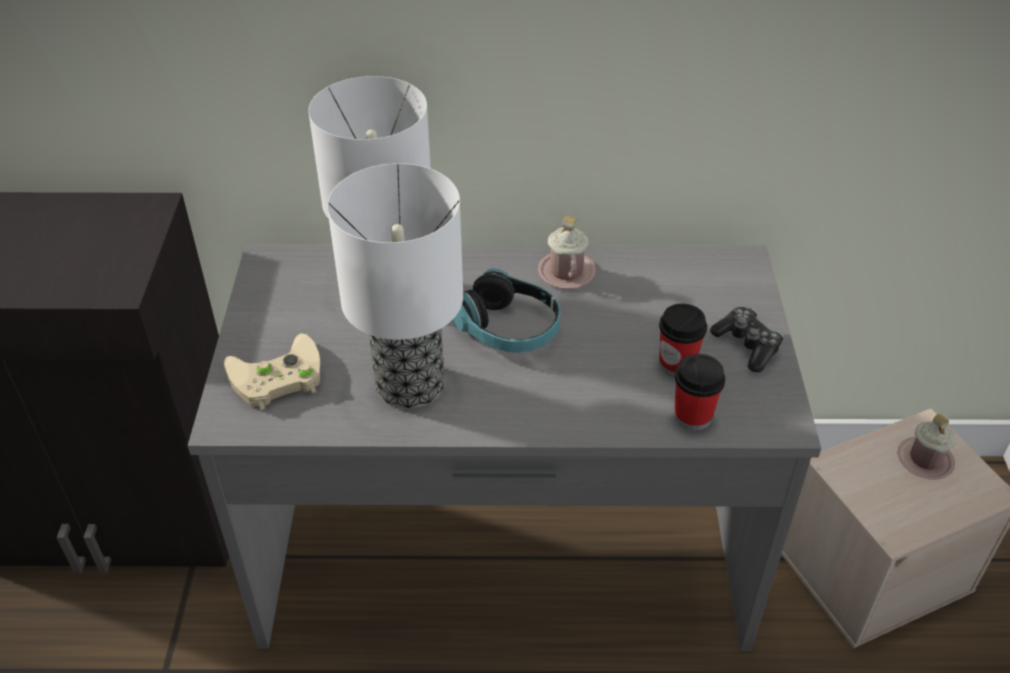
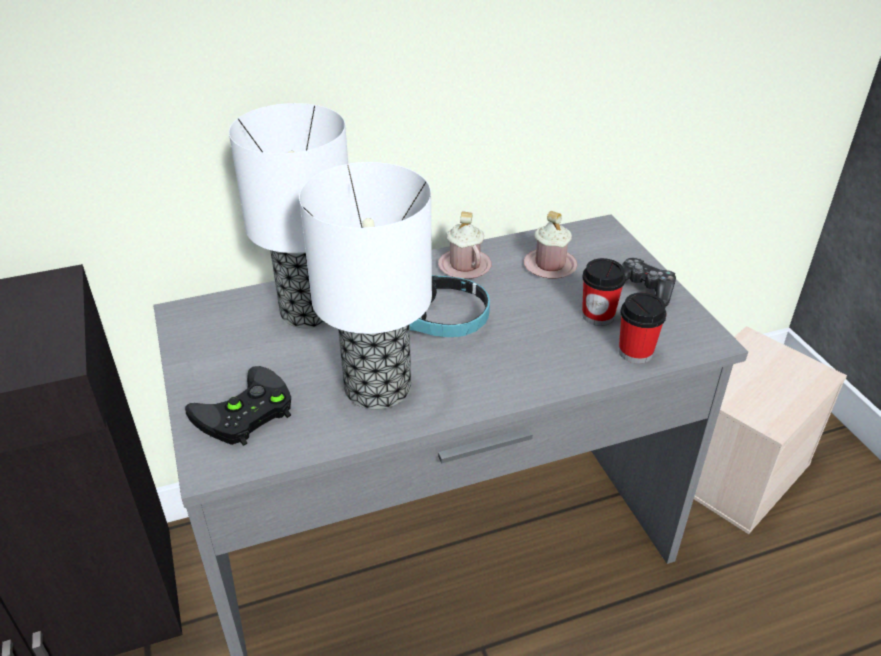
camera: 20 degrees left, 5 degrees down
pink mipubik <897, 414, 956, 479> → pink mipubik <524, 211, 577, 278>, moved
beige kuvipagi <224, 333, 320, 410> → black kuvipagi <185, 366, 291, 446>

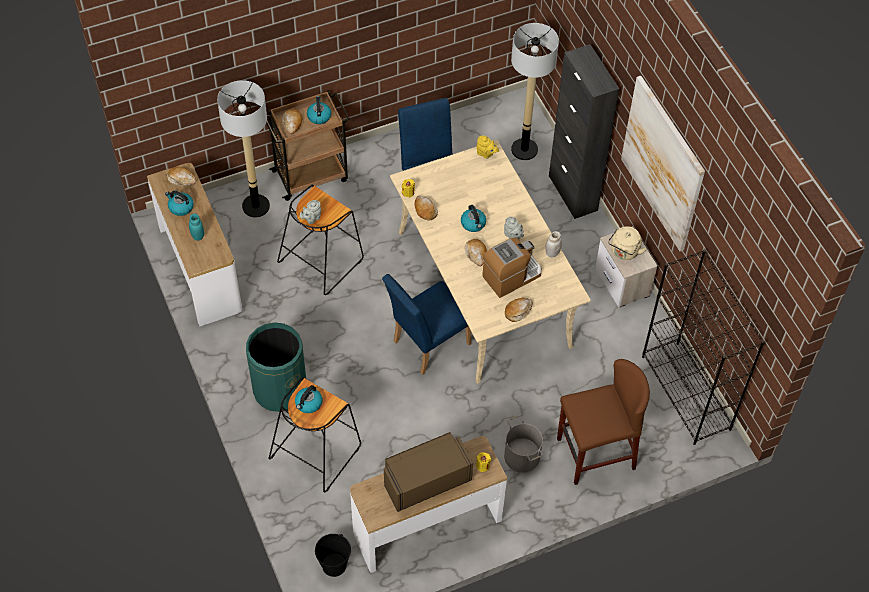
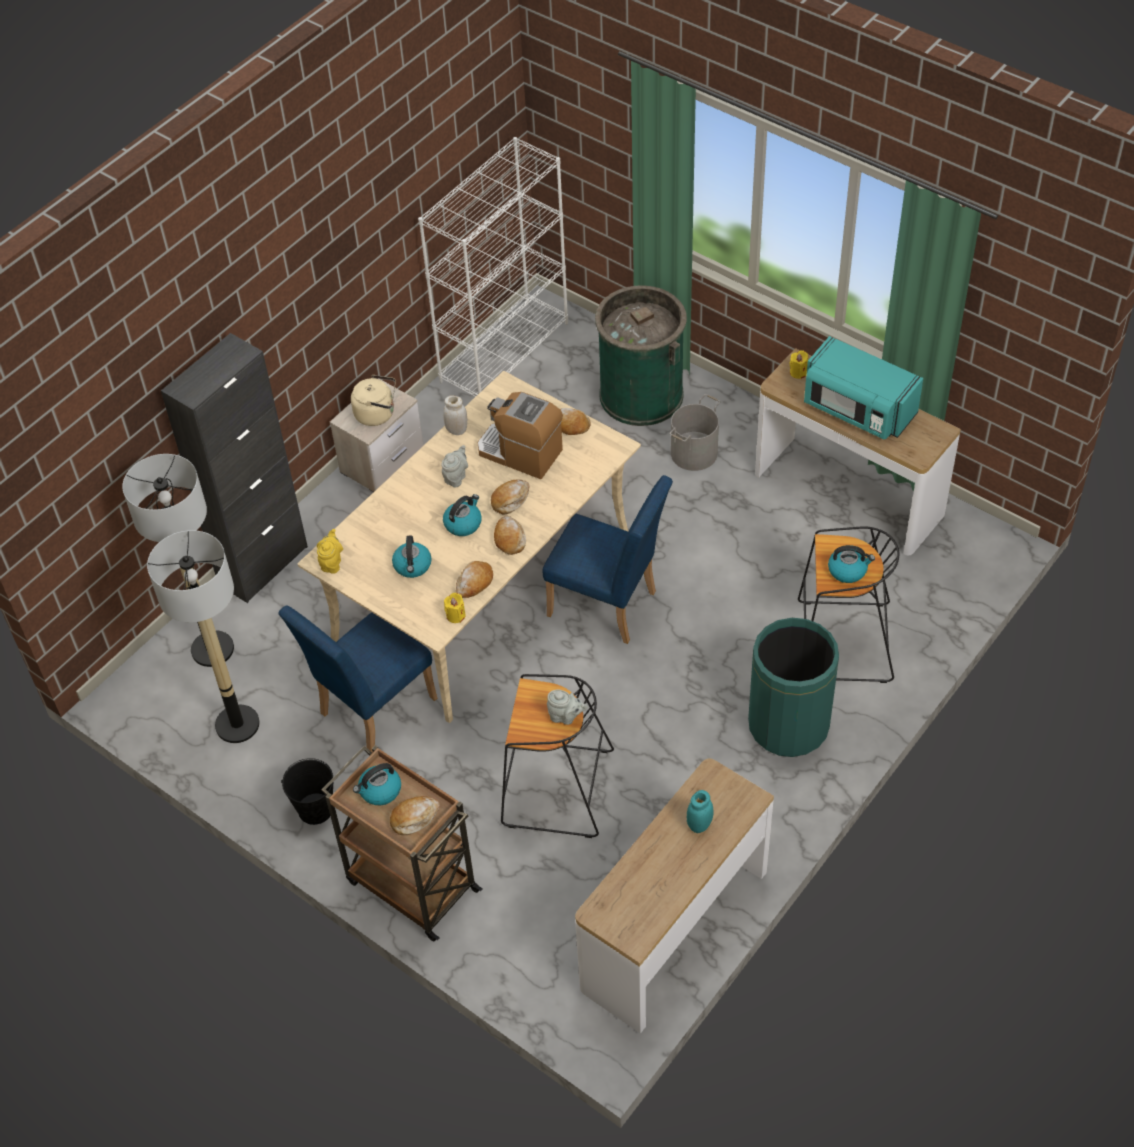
camera: 115 degrees left, 5 degrees down
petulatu <621, 76, 705, 251> → -
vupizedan <165, 191, 194, 216> → vupizedan <392, 535, 432, 578>, moved
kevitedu <167, 167, 196, 186> → kevitedu <494, 516, 526, 555>, moved
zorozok <217, 80, 270, 218> → zorozok <147, 530, 260, 743>, moved
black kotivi <315, 534, 351, 577> → black kotivi <281, 758, 334, 825>, moved
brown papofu <557, 359, 650, 485> → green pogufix <595, 285, 687, 426>
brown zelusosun <384, 432, 473, 512> → turquoise zelusosun <804, 336, 923, 439>
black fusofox <642, 250, 765, 445> → white fusofox <418, 137, 568, 397>

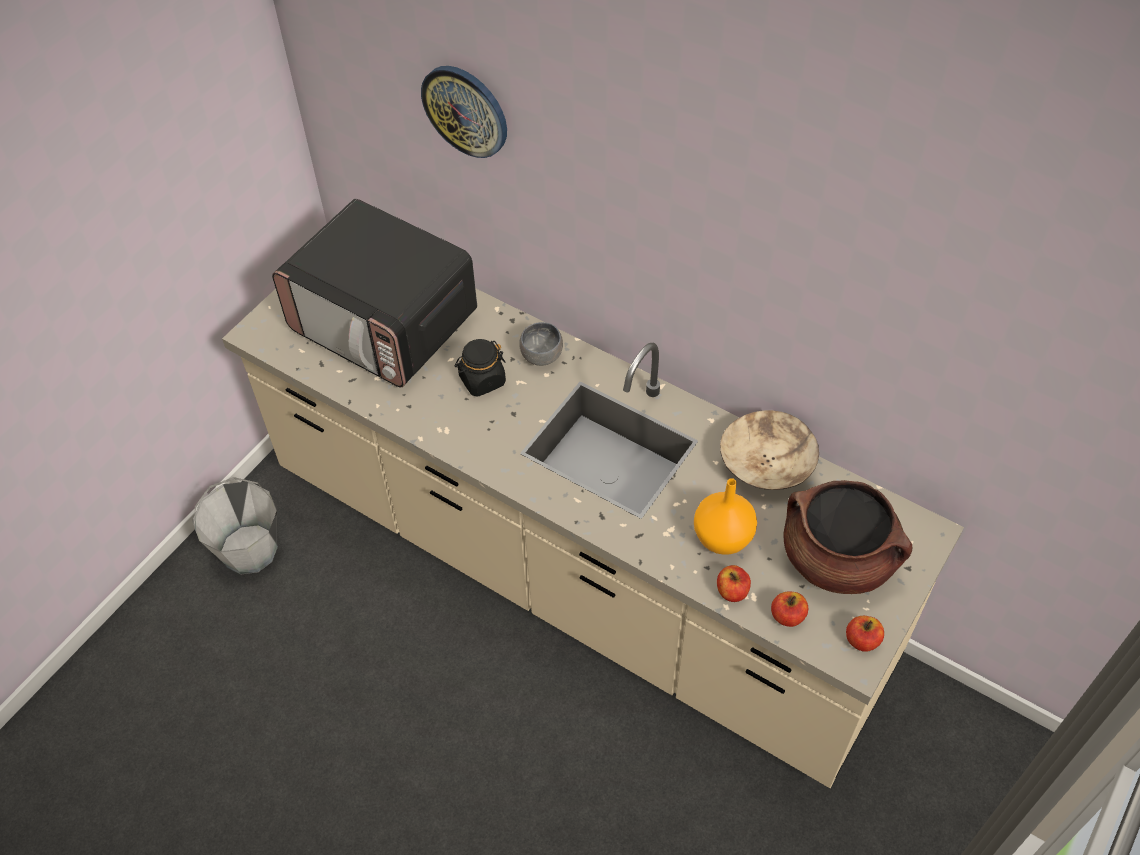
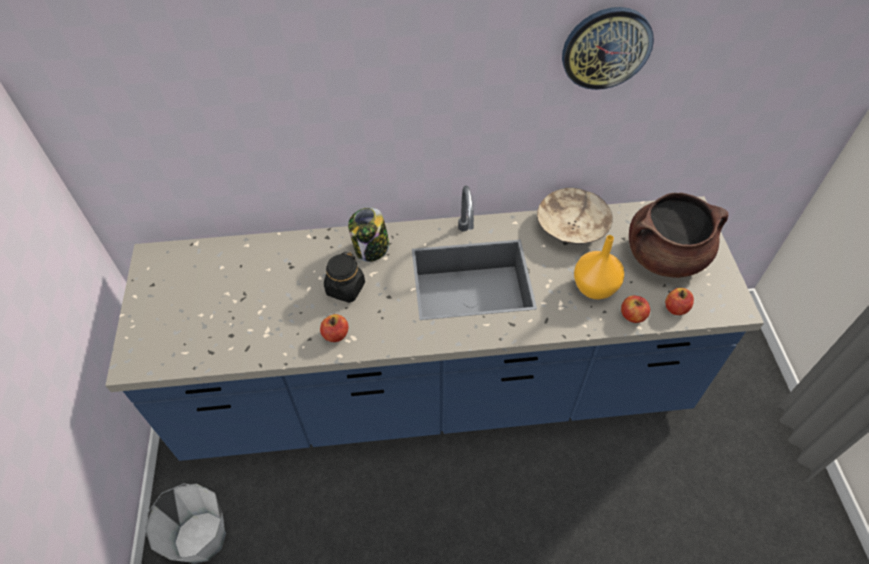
camera: 40 degrees left, 0 degrees up
zelusosun <272, 199, 477, 387> → -
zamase <421, 66, 507, 158> → zamase <562, 7, 654, 90>, moved
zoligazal <846, 616, 884, 652> → zoligazal <320, 314, 348, 342>, moved
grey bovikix <519, 322, 563, 366> → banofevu <348, 207, 390, 262>
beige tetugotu <222, 288, 964, 788> → blue tetugotu <105, 186, 764, 461>

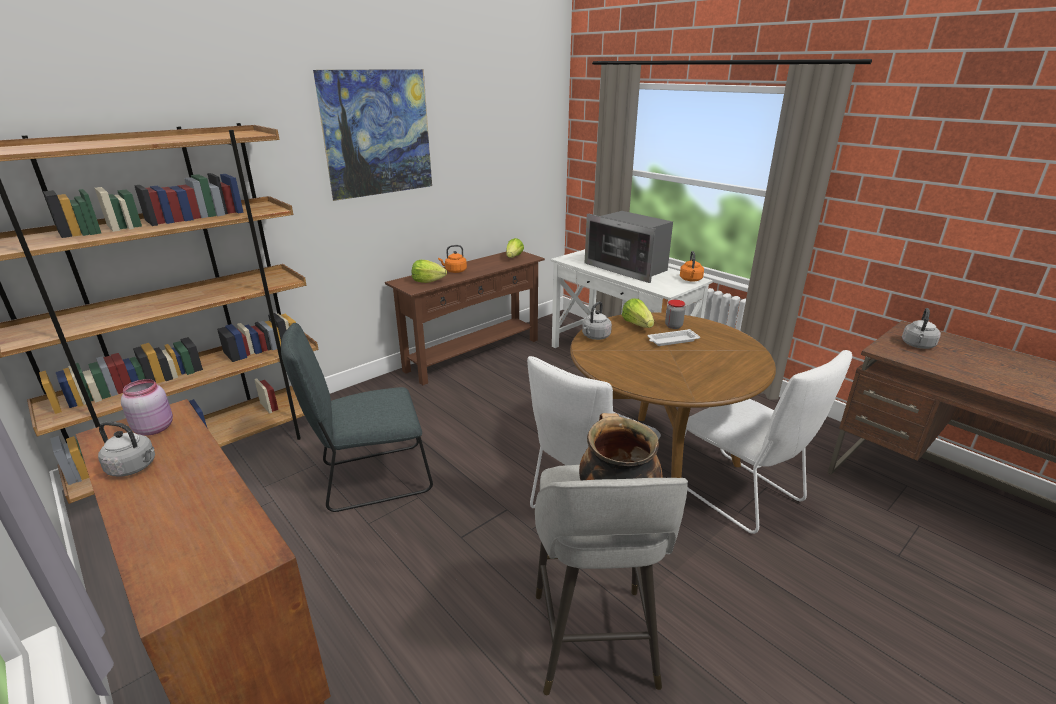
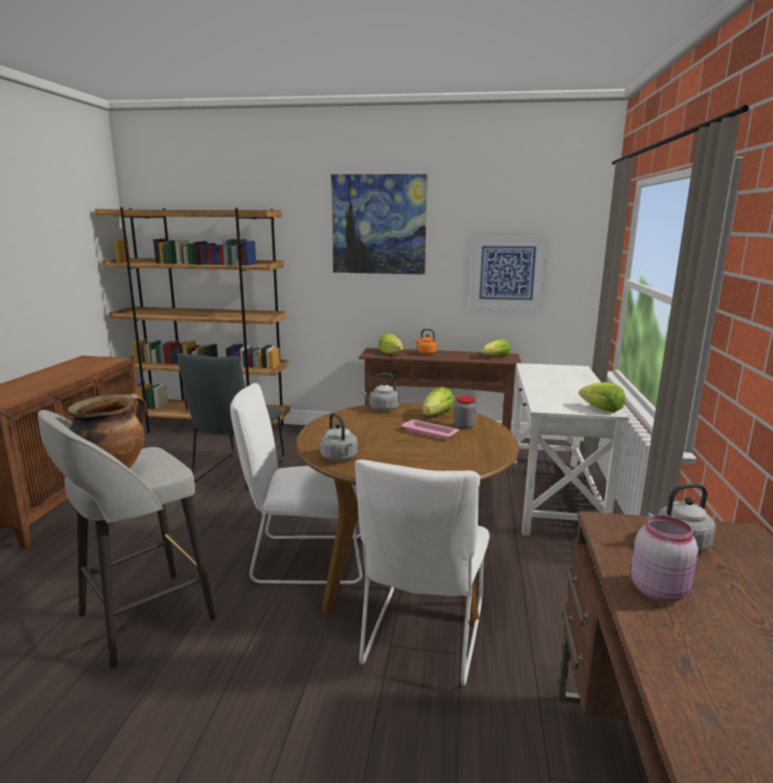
camera: 50 degrees right, 10 degrees down
zelusosun <585, 211, 673, 283> → -
- → petulatu <469, 235, 548, 310>
grey vupizedan <98, 422, 155, 476> → grey vupizedan <320, 413, 357, 461>, moved
pink banofevu <121, 379, 173, 436> → pink banofevu <631, 515, 698, 602>, moved
orange vupizedan <680, 251, 704, 281> → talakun <579, 382, 625, 412>
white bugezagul <648, 329, 700, 346> → pink bugezagul <401, 419, 459, 439>
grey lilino <281, 323, 433, 512> → grey lilino <177, 353, 284, 490>, 105 degrees counterclockwise

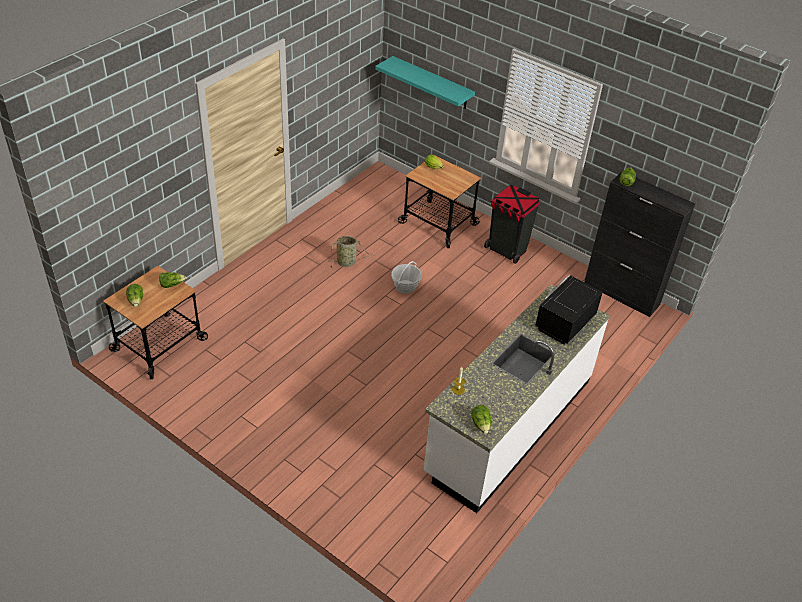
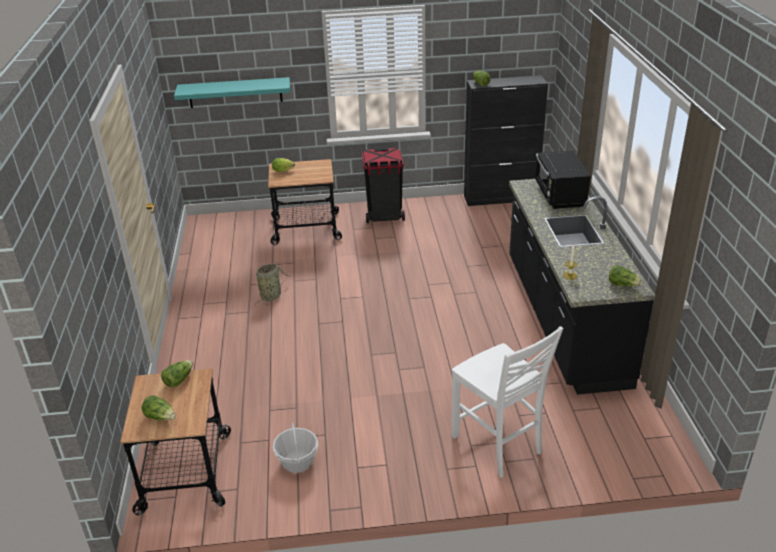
camera: 40 degrees left, 10 degrees down
- → white lilino <452, 326, 563, 478>
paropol <392, 261, 422, 294> → paropol <273, 422, 318, 473>, moved
white tetugotu <424, 284, 610, 513> → black tetugotu <509, 179, 655, 395>

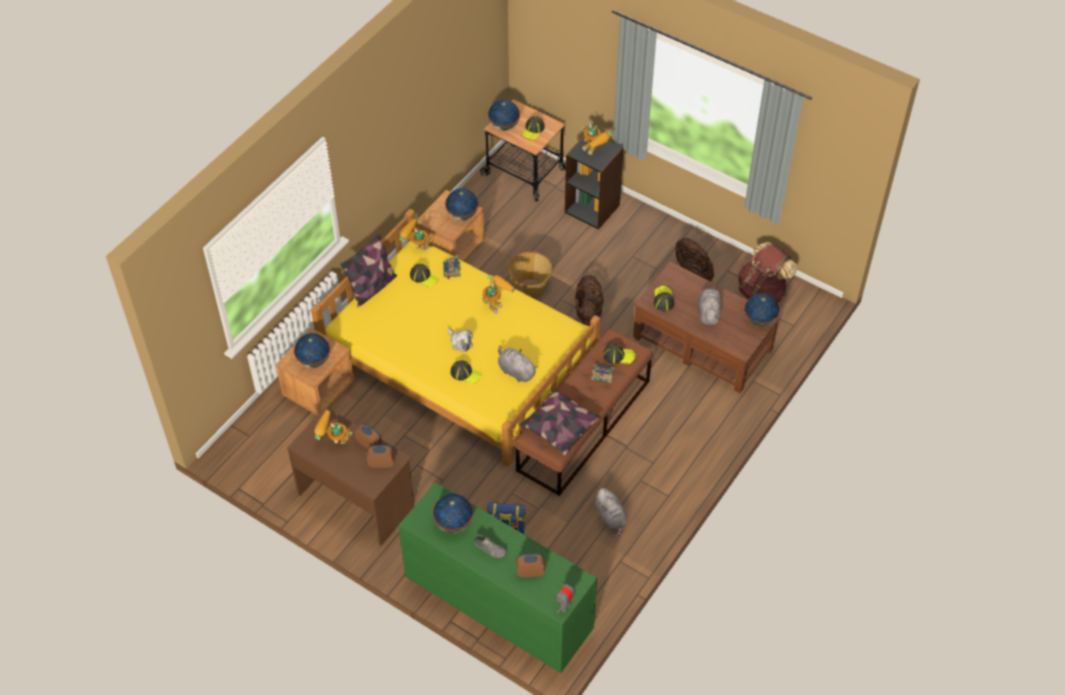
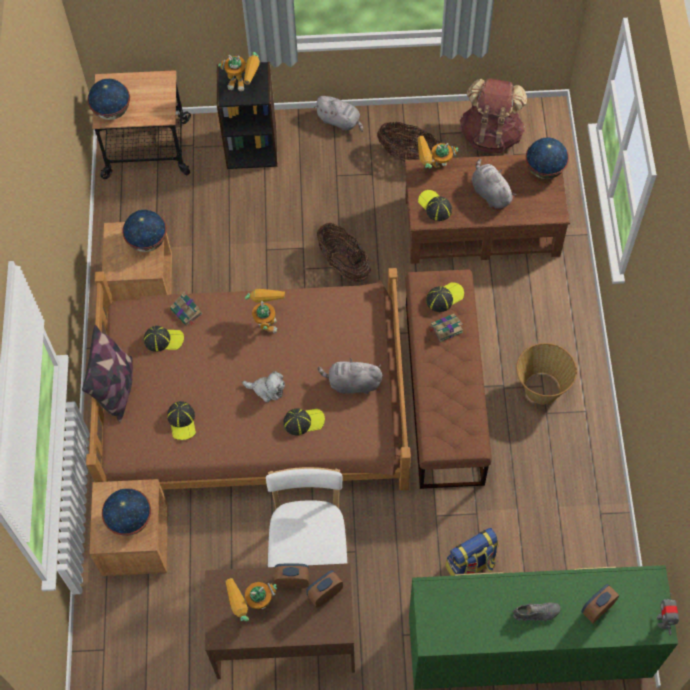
camera: 35 degrees left, 10 degrees up
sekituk <433, 494, 473, 533> → -
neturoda <519, 388, 601, 456> → -
- → white lilino <266, 467, 347, 567>
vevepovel <399, 218, 432, 251> → vevepovel <418, 136, 458, 168>, moved
paropol <507, 252, 553, 299> → paropol <516, 343, 577, 404>, moved
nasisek <521, 116, 545, 140> → nasisek <167, 401, 196, 440>, moved
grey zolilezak <595, 488, 627, 537> → grey zolilezak <314, 96, 364, 132>, moved
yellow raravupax <311, 209, 600, 467> → brown raravupax <86, 268, 411, 490>

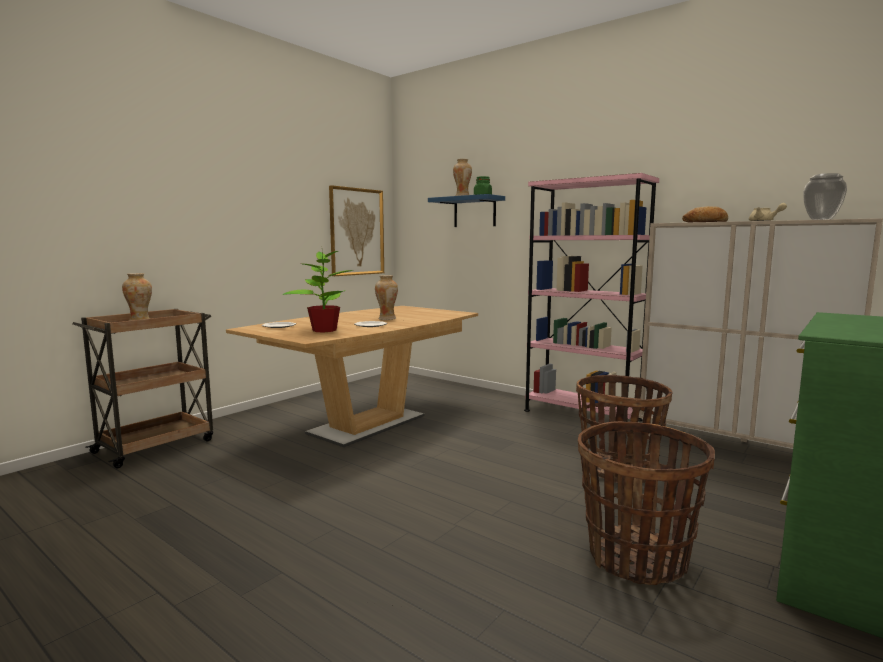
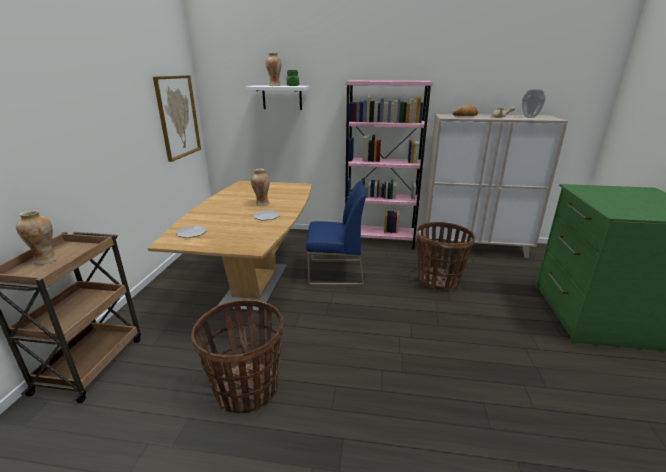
camera: 30 degrees left, 15 degrees up
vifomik <282, 251, 354, 333> → -
- → blue lilino <306, 180, 366, 286>
paropol <578, 421, 715, 585> → paropol <191, 299, 283, 413>, moved
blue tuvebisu <428, 194, 505, 227> → white tuvebisu <245, 85, 310, 110>

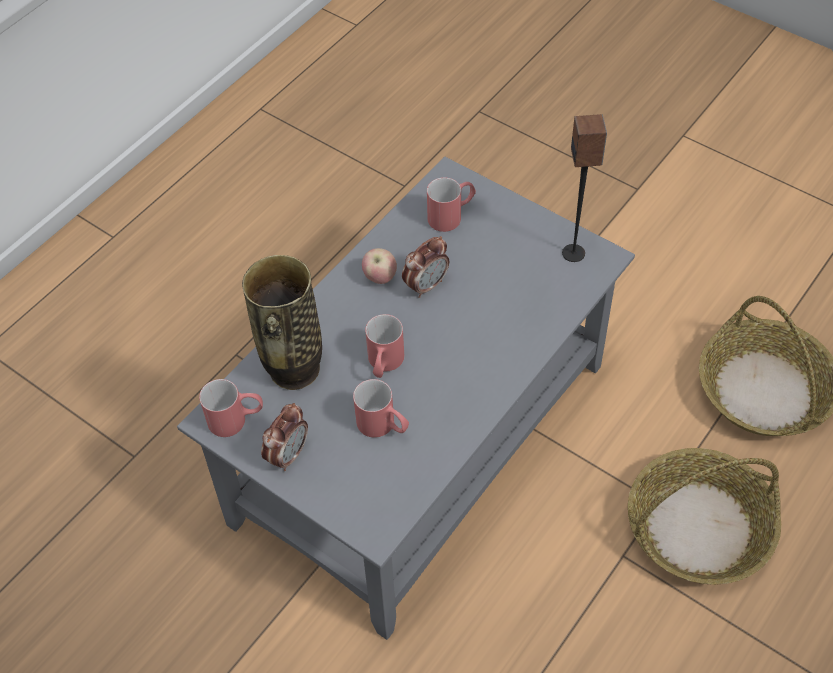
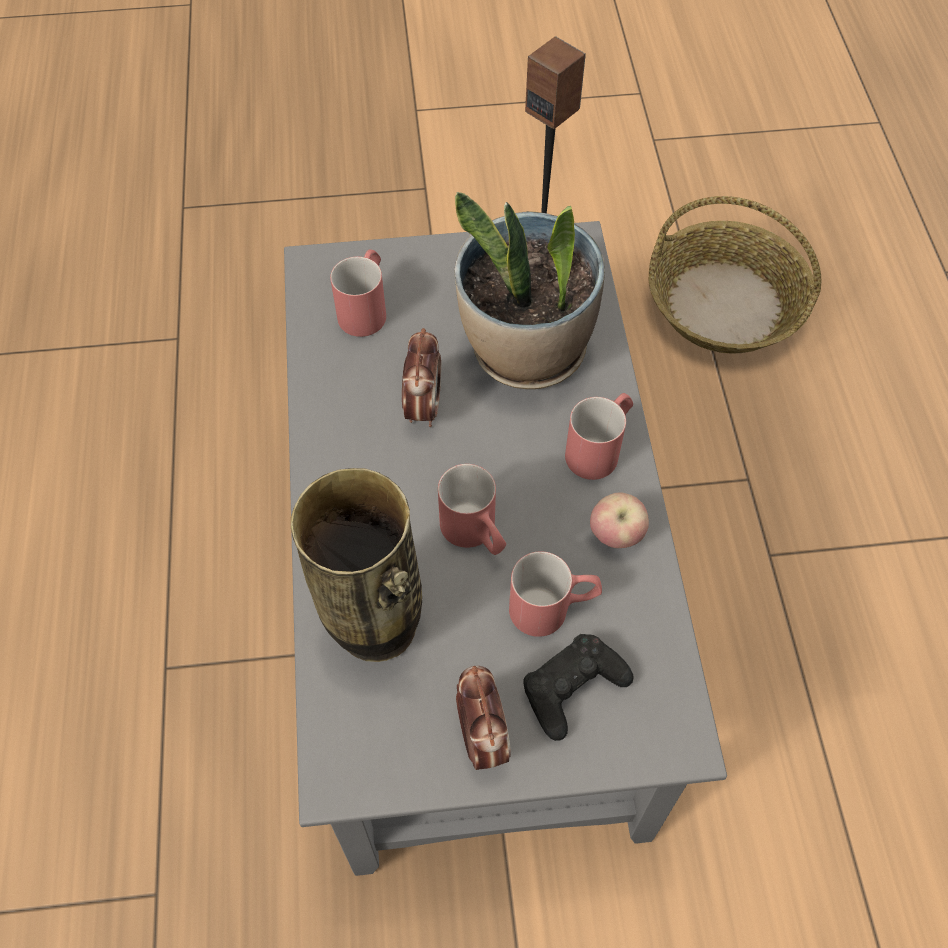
camera: 45 degrees left, 5 degrees up
paropol <628, 448, 781, 585> → -
- → vifomik <455, 192, 605, 389>
- → black kuvipagi <523, 634, 634, 741>
red mipubik <199, 379, 263, 437> → red mipubik <565, 393, 633, 480>, moved
zoligazal <362, 248, 397, 284> → zoligazal <590, 492, 649, 548>, moved

